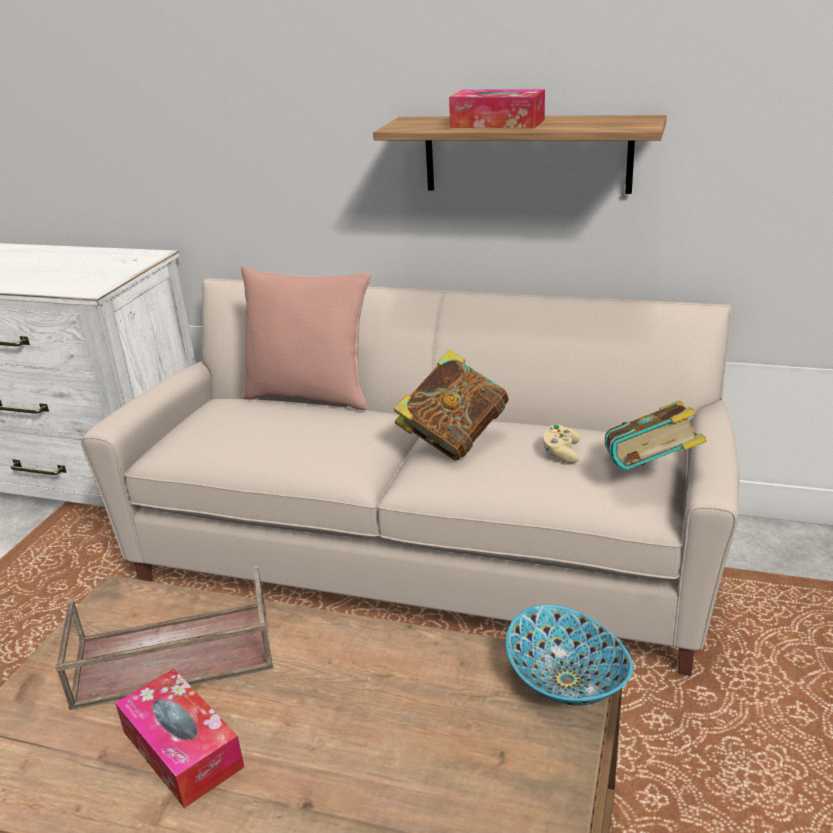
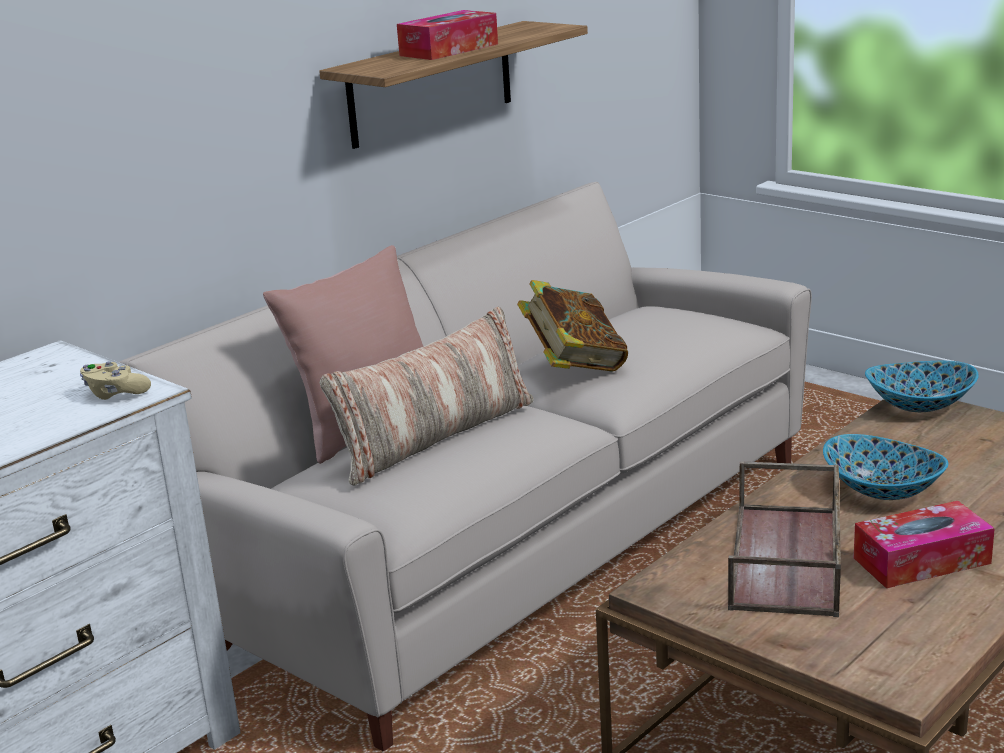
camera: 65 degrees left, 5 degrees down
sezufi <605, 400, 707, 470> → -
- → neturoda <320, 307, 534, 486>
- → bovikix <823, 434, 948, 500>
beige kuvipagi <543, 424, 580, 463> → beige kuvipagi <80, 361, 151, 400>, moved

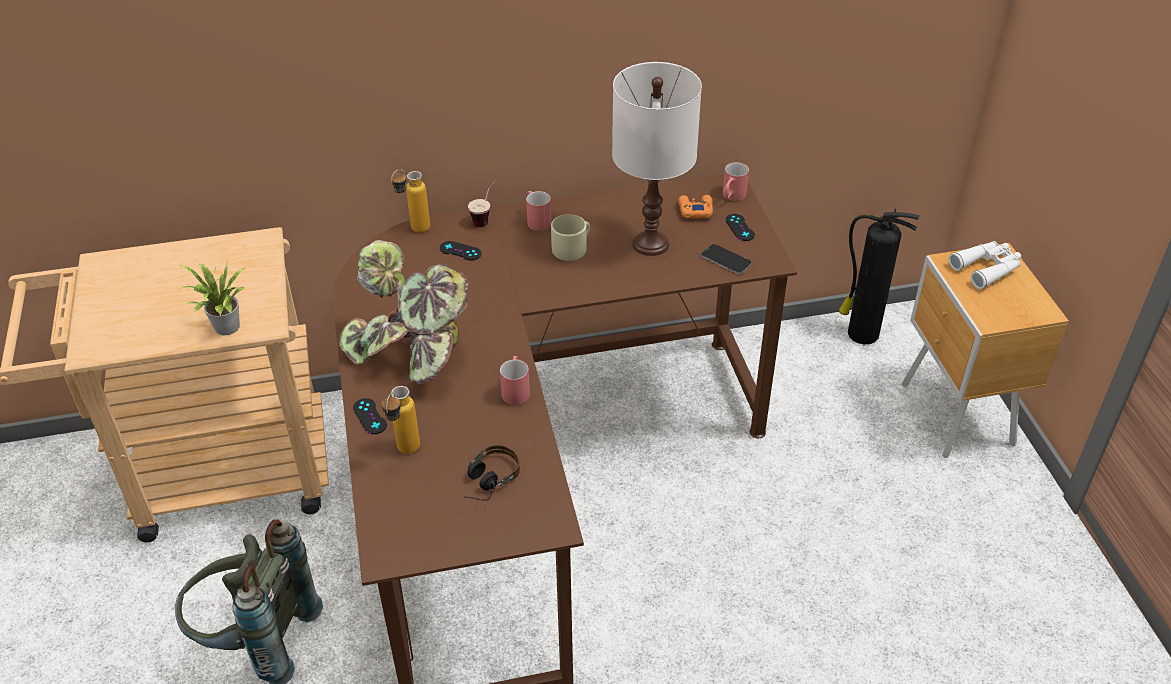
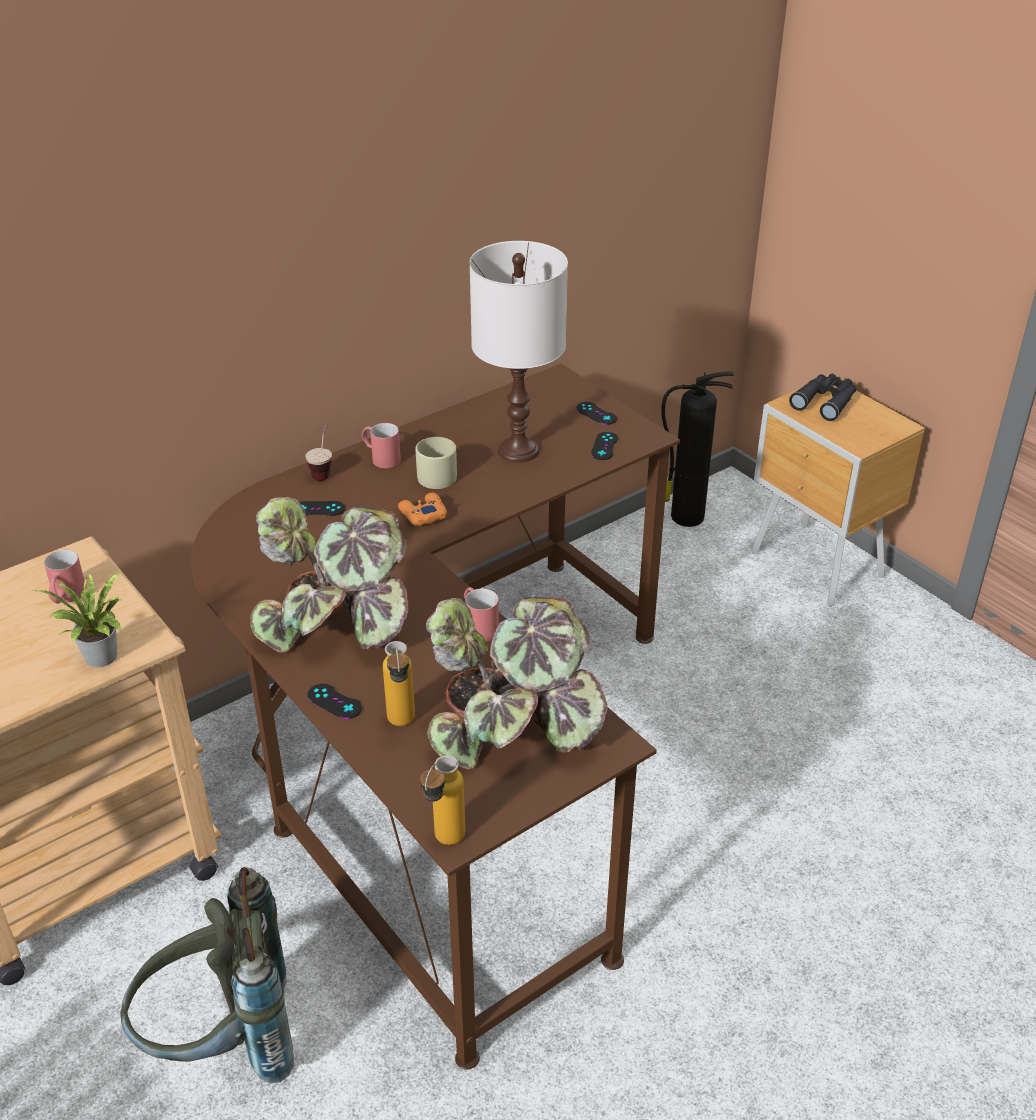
camera: 25 degrees left, 5 degrees down
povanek <391, 169, 430, 233> → povanek <420, 755, 465, 845>, moved
orange kuvipagi <678, 195, 713, 219> → orange kuvipagi <398, 493, 447, 526>, moved
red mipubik <723, 162, 749, 201> → red mipubik <44, 550, 87, 603>, moved
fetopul <464, 445, 520, 501> → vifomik <426, 596, 608, 769>
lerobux <701, 244, 752, 274> → black kuvipagi <591, 432, 618, 460>
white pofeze <948, 241, 1021, 289> → black pofeze <789, 374, 856, 421>

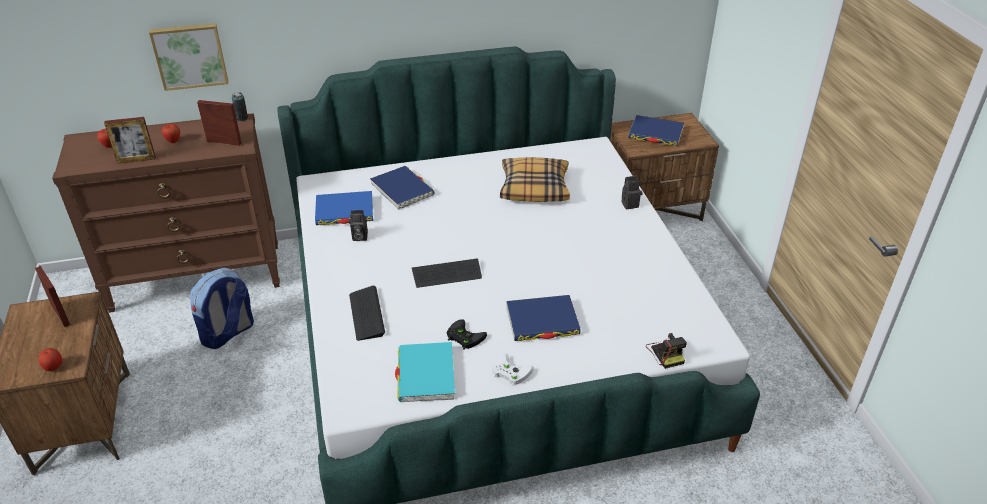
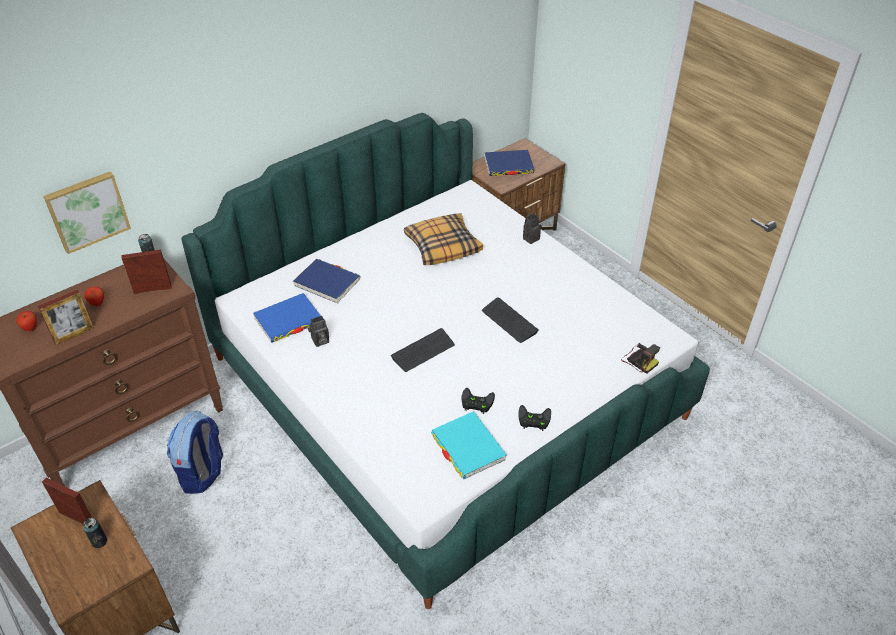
camera: 25 degrees left, 5 degrees up
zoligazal <38, 348, 62, 371> → -
blue sezufi <506, 295, 581, 341> → -
- → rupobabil <83, 518, 107, 548>
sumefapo <349, 285, 385, 341> → sumefapo <482, 297, 539, 343>, moved
white kuvipagi <492, 354, 534, 386> → black kuvipagi <518, 405, 551, 431>

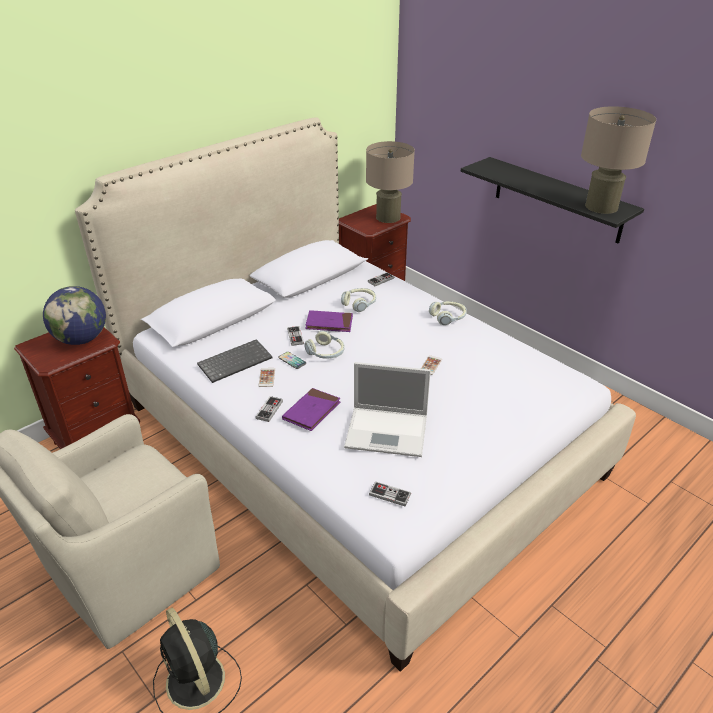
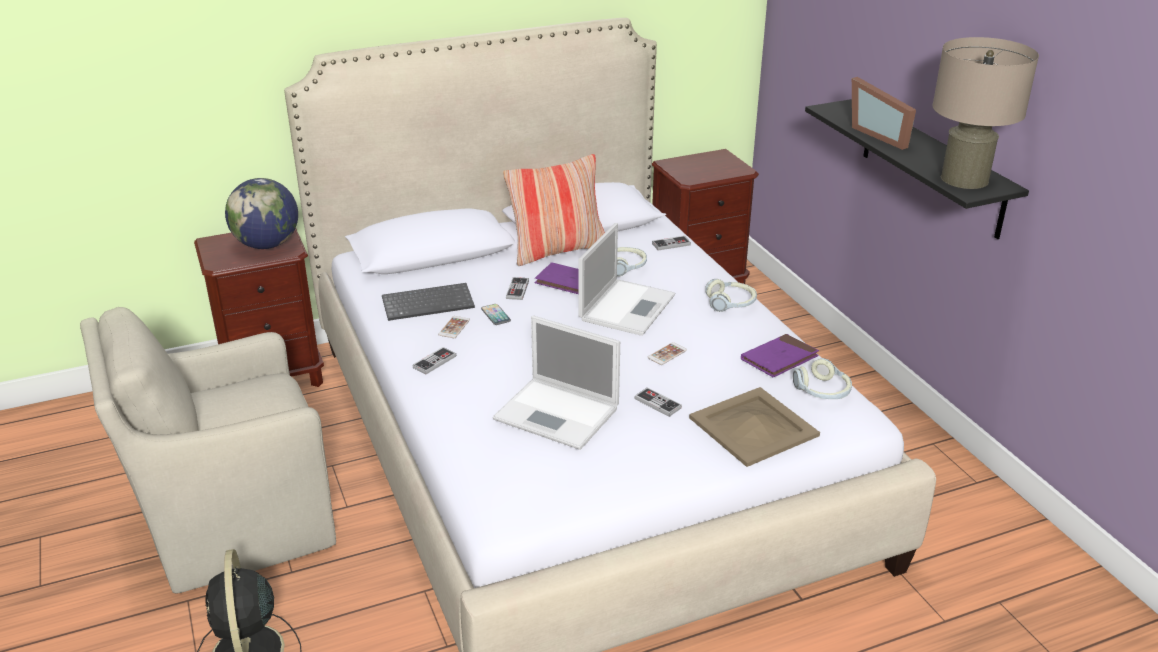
camera: 20 degrees right, 5 degrees down
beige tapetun <366, 141, 415, 223> → -
- → neturoda <503, 154, 605, 266>
- → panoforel <578, 223, 675, 336>
- → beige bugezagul <689, 387, 820, 467>
- → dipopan <852, 77, 916, 150>
purple sezufi <282, 388, 340, 431> → purple sezufi <741, 334, 819, 377>, moved
fetopul <304, 331, 345, 359> → fetopul <793, 358, 852, 399>, moved
kuvipagi <369, 481, 411, 506> → kuvipagi <634, 388, 682, 417>, moved

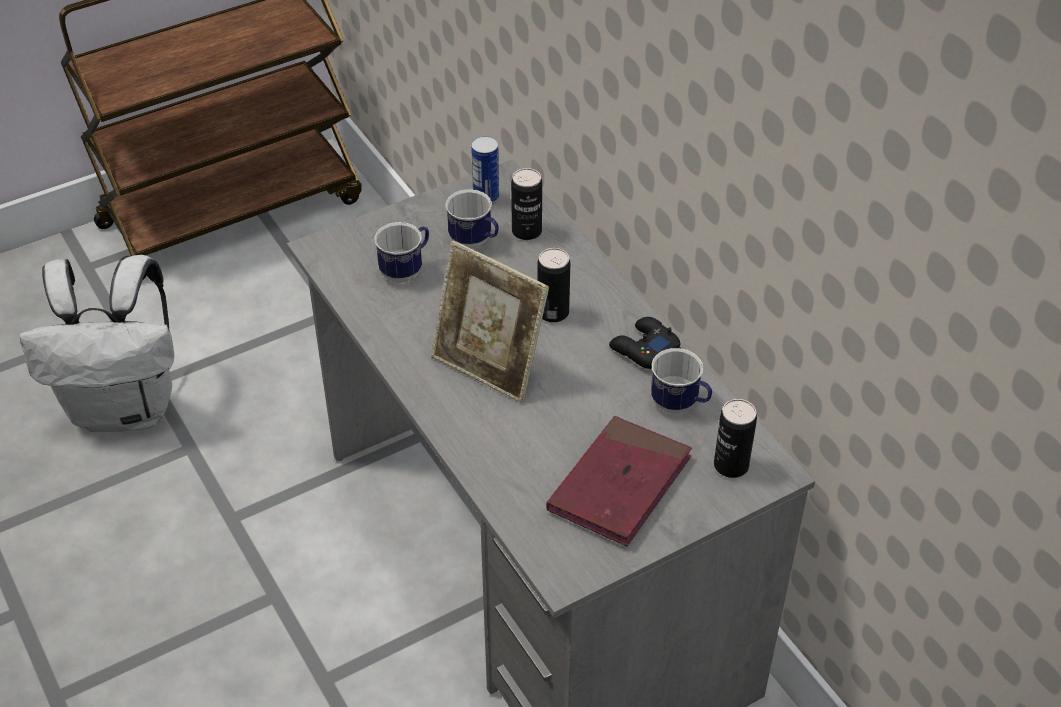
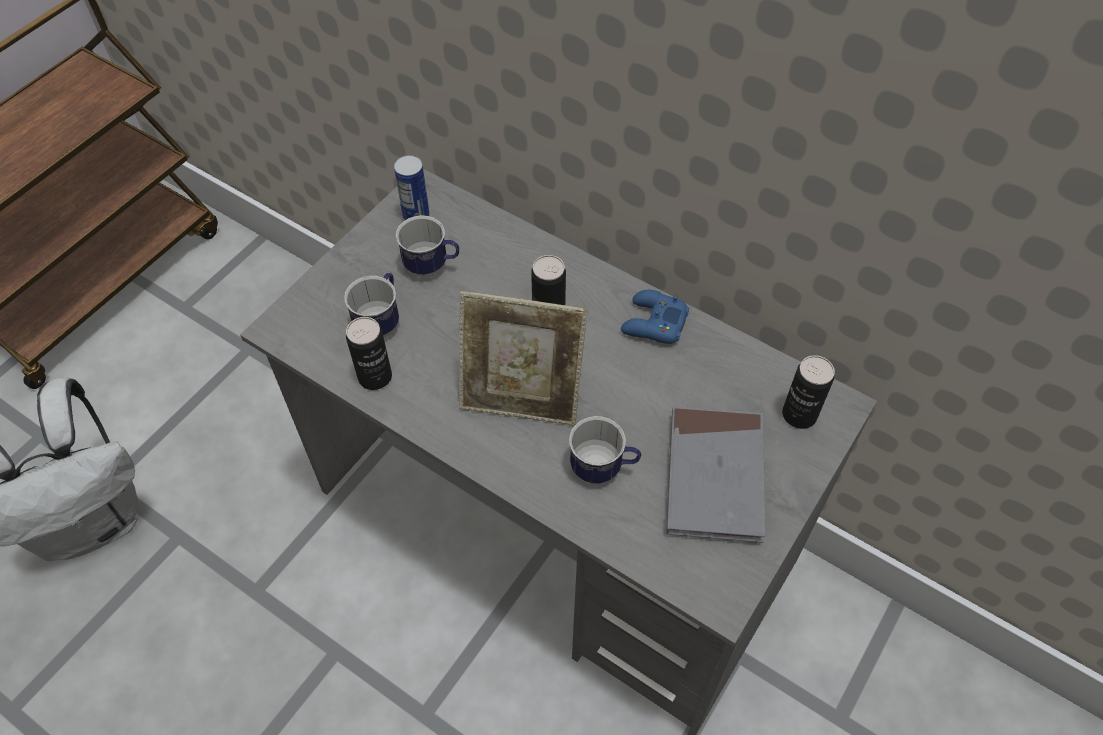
camera: 25 degrees left, 10 degrees up
rupobabil <511, 168, 542, 240> → rupobabil <346, 317, 392, 390>, moved
mipubik <651, 348, 712, 413> → mipubik <569, 416, 641, 485>, moved
red sezufi <547, 416, 692, 547> → grey sezufi <667, 407, 765, 543>
black kuvipagi <609, 317, 681, 369> → blue kuvipagi <621, 290, 689, 344>

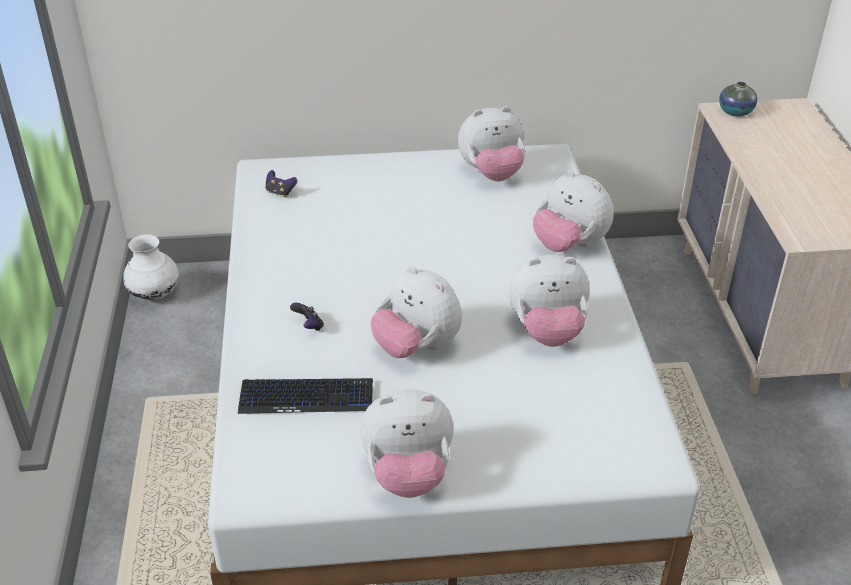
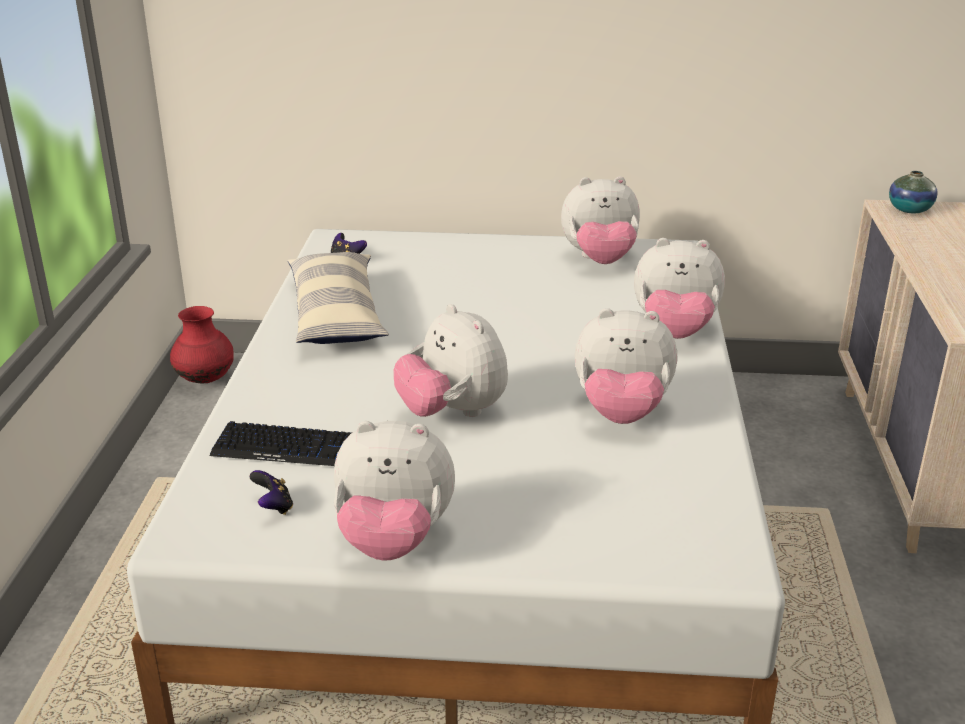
camera: 10 degrees right, 10 degrees down
- → neturoda <288, 252, 389, 344>
kuvipagi <290, 303, 324, 331> → kuvipagi <249, 470, 293, 515>, moved
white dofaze <123, 234, 179, 300> → red dofaze <170, 306, 234, 384>
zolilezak <533, 170, 614, 252> → zolilezak <634, 238, 725, 339>, 45 degrees counterclockwise

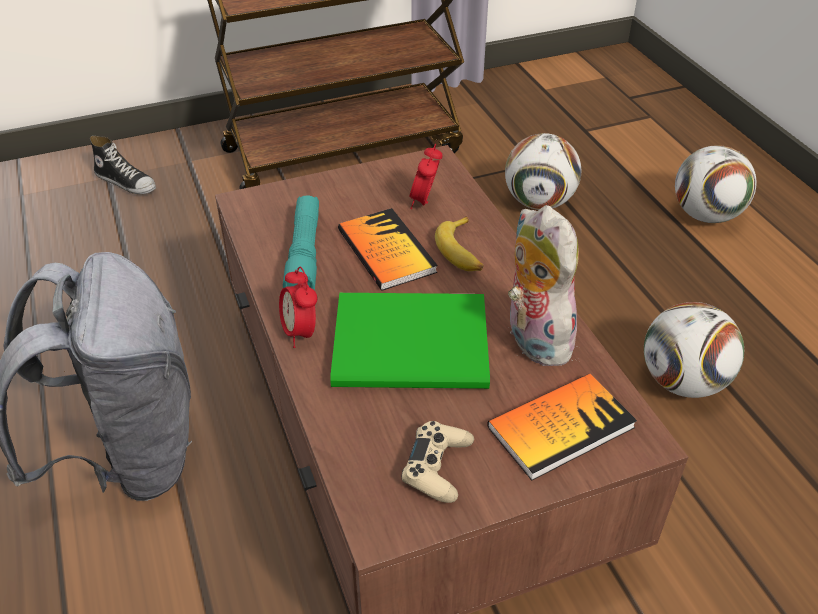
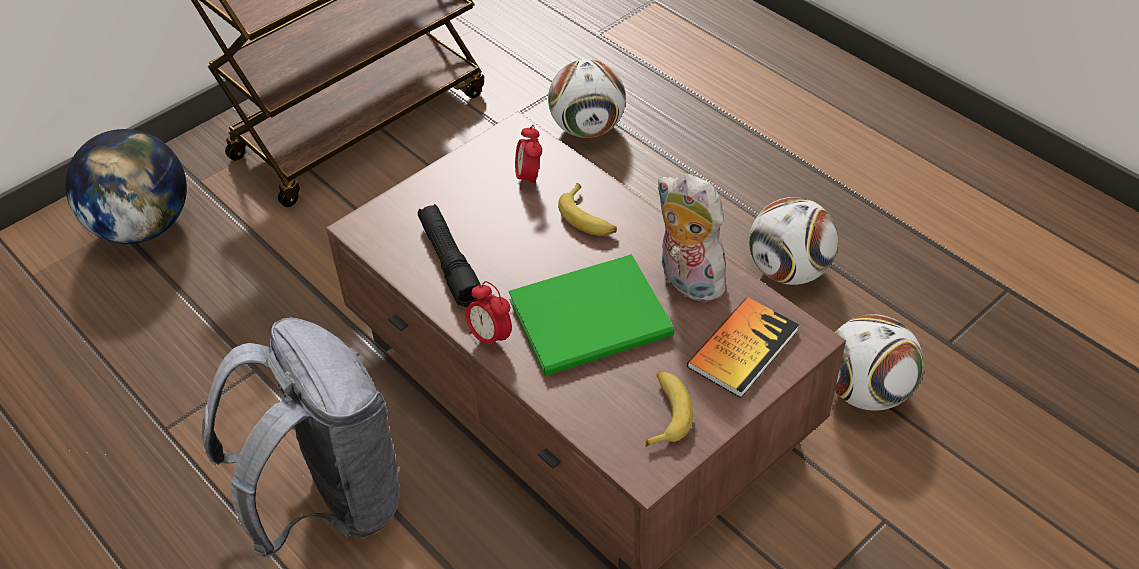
camera: 20 degrees left, 5 degrees up
sezufi <338, 208, 438, 291> → -
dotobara <675, 145, 756, 223> → dotobara <835, 314, 923, 411>, moved
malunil <90, 136, 156, 194> → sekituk <65, 129, 187, 244>
beige kuvipagi <402, 421, 474, 503> → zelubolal <646, 371, 693, 447>
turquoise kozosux <283, 195, 319, 290> → black kozosux <418, 204, 481, 307>

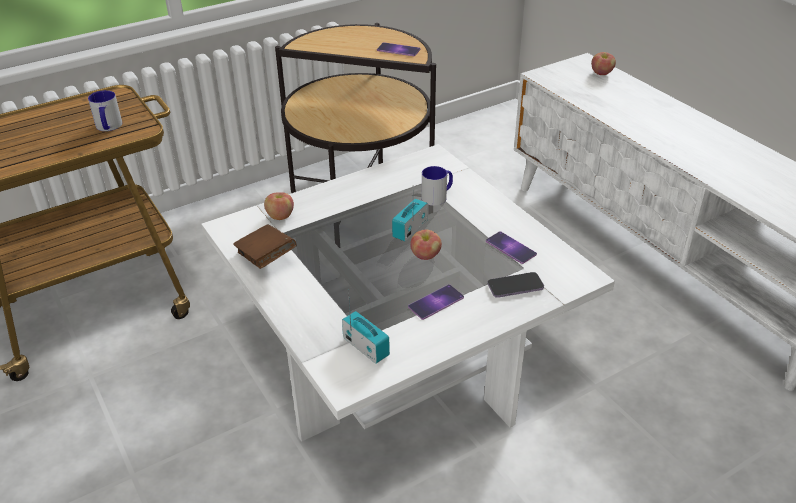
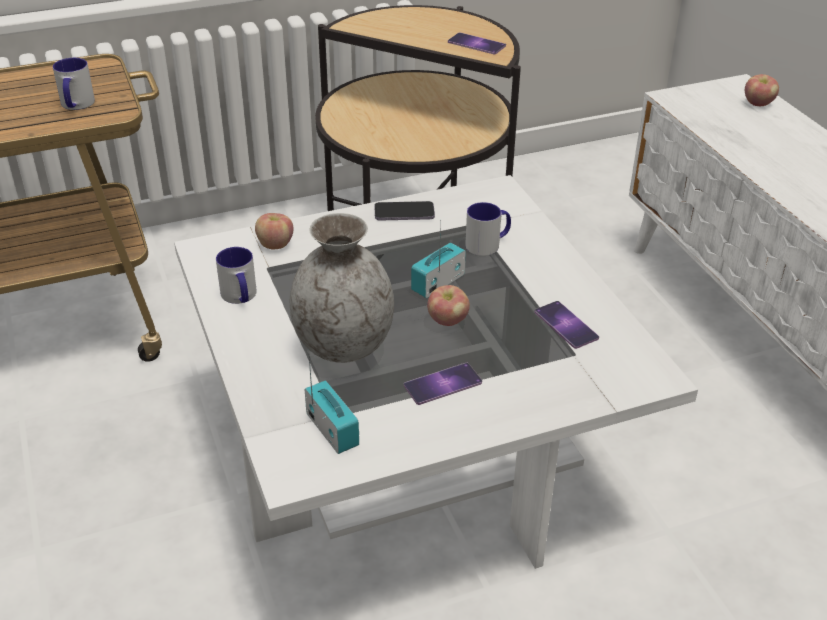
camera: 10 degrees right, 0 degrees up
- → grey dofaze <290, 213, 394, 363>
lerobux <487, 272, 544, 298> → lerobux <374, 201, 435, 221>, moved
brown sezufi <233, 225, 297, 269> → mipubik <216, 247, 257, 304>

